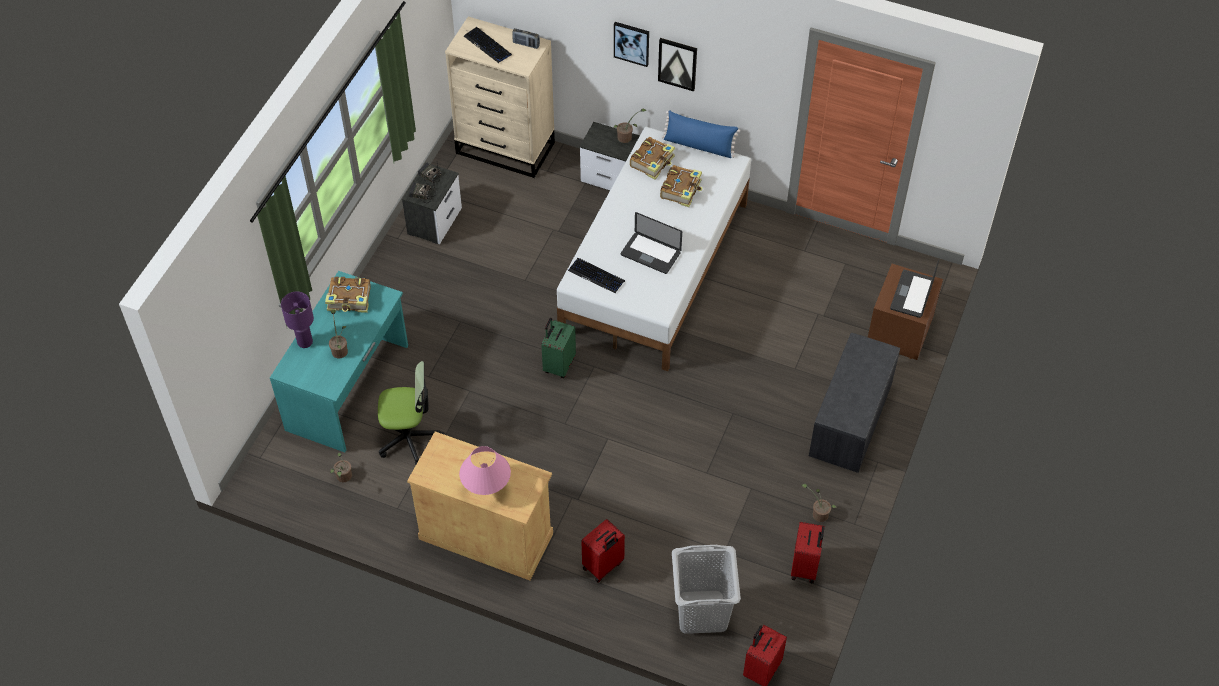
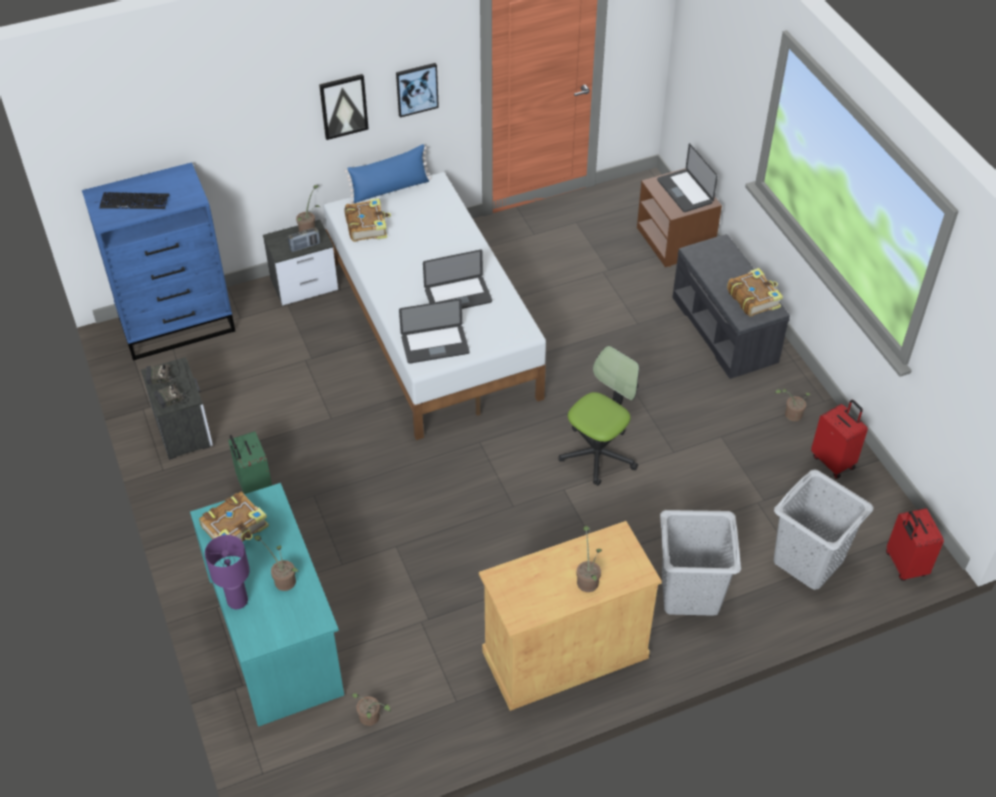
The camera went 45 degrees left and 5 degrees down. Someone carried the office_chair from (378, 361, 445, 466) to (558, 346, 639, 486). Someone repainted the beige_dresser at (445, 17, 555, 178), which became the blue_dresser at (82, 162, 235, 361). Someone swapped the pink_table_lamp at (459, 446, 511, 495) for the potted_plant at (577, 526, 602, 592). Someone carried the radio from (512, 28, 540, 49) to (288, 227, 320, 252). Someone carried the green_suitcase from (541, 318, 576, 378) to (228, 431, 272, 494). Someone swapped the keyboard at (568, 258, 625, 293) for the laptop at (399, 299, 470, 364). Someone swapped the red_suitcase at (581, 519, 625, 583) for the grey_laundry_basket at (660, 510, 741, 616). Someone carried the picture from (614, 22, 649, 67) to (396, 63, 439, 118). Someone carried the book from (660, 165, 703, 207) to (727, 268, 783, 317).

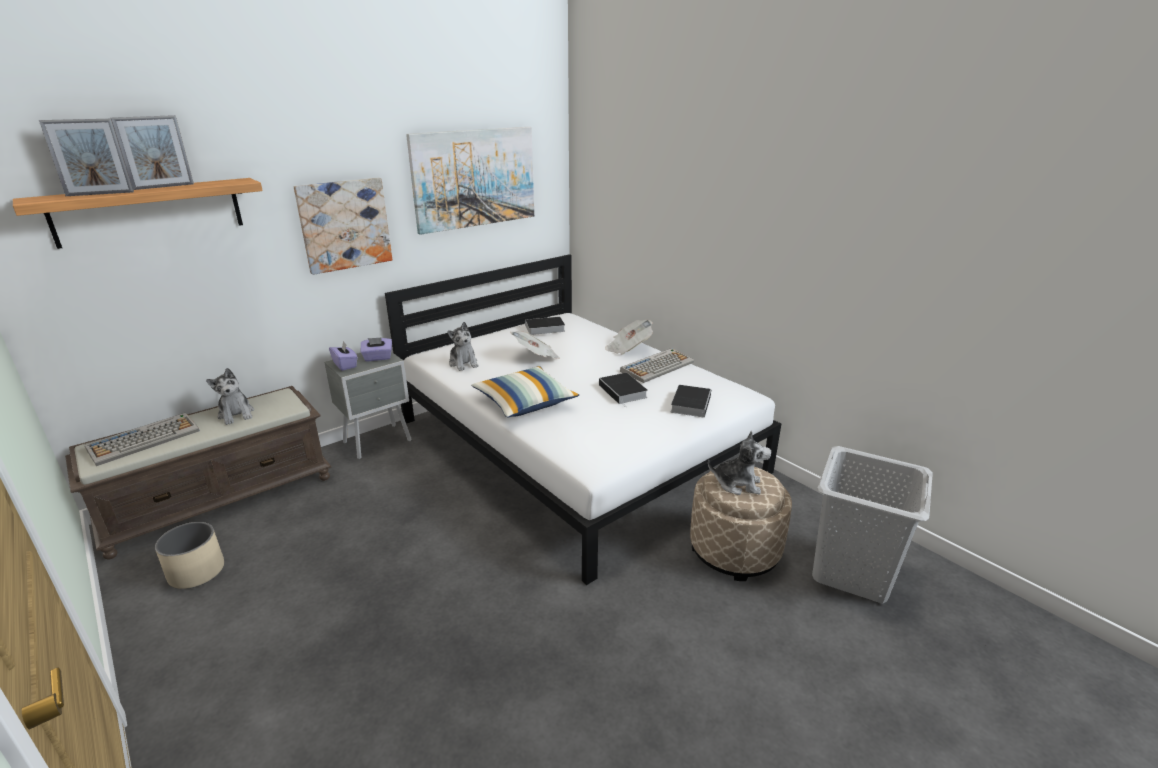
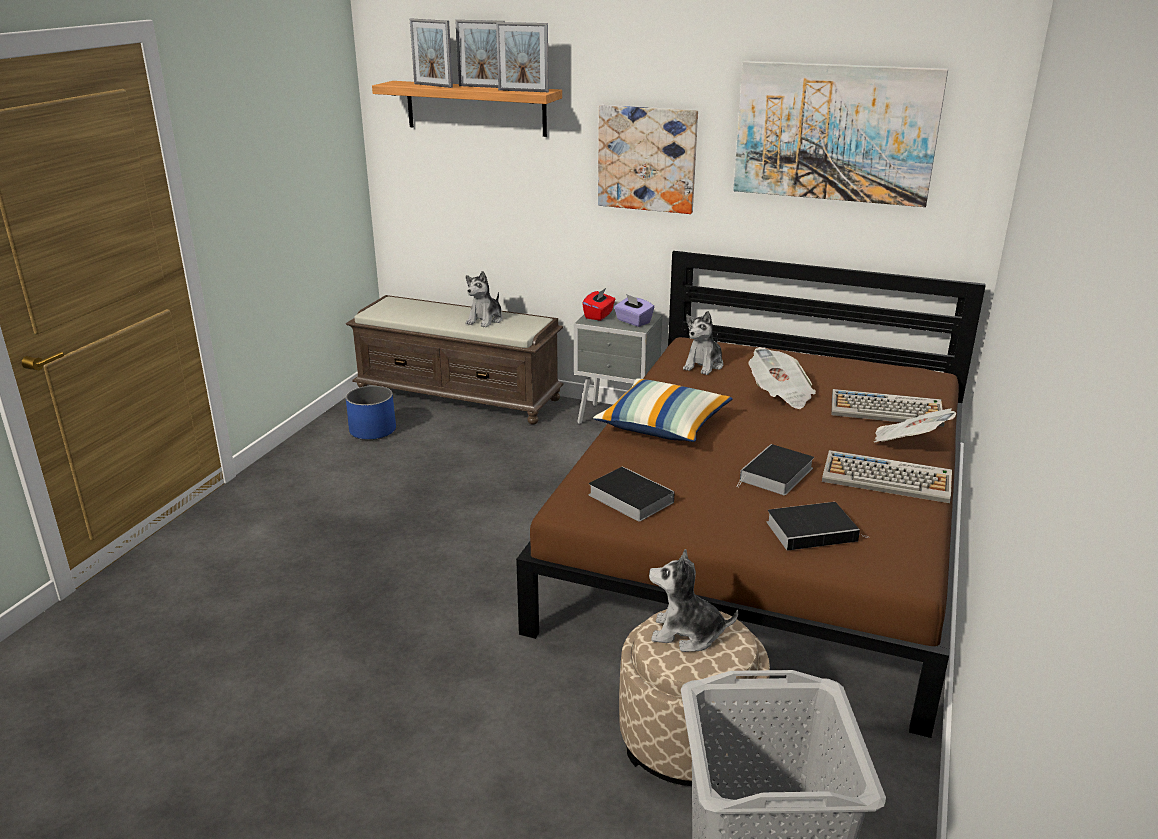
The camera went 60 degrees right and 0 degrees up. Someone carried the keyboard from (85, 413, 200, 466) to (831, 389, 945, 427). Someone repainted the beige_planter at (155, 522, 224, 589), which became the blue_planter at (346, 386, 396, 440). Someone repainted the purple_tissue_box at (329, 341, 358, 371), which became the red_tissue_box at (582, 288, 615, 321). Someone repainted the white_bed at (385, 254, 781, 585), which became the brown_bed at (516, 251, 986, 738). Someone carried the book from (519, 317, 565, 335) to (589, 466, 675, 522). Someone rotated the plush_toy at (708, 431, 772, 495) by 120 degrees clockwise. Someone put down the picture_frame at (496, 22, 549, 92).

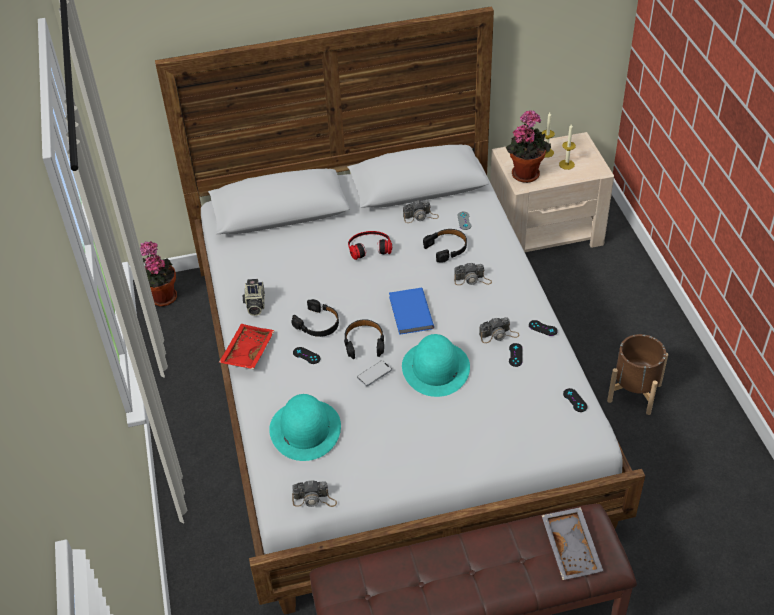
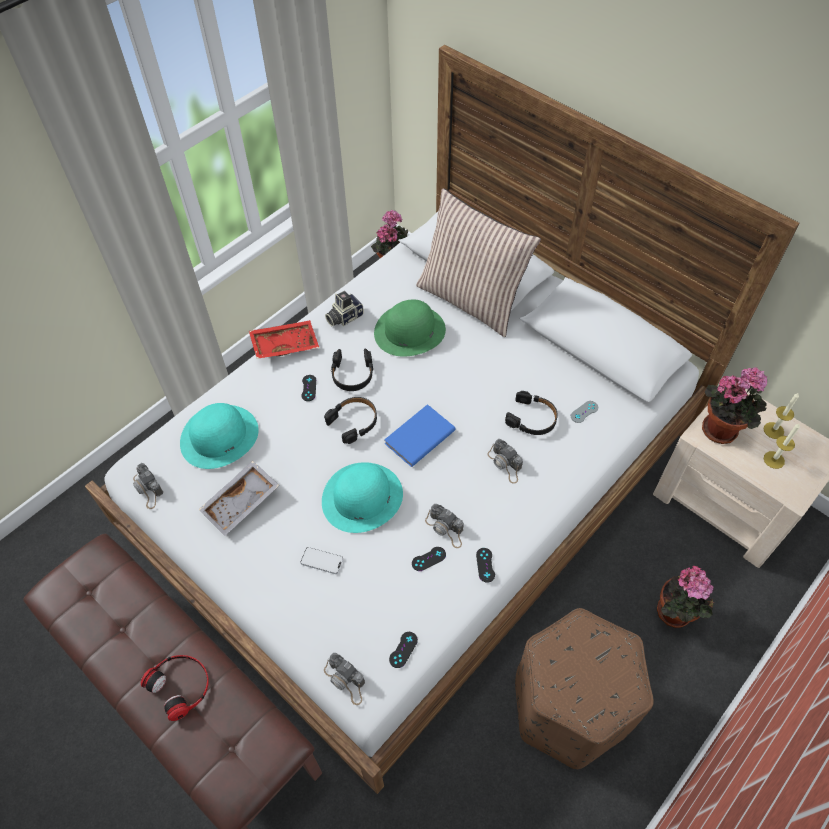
The camera went 55 degrees right and 10 degrees up. Someone carried the headphones from (348, 231, 392, 260) to (141, 655, 209, 721). Someone carried the phone from (357, 360, 392, 386) to (300, 547, 343, 574). Someone carried the photo_camera from (403, 201, 439, 223) to (324, 653, 365, 705). Someone carried the grey_tray from (541, 507, 603, 580) to (199, 461, 279, 536). Someone swapped the brown_planter at (607, 334, 668, 415) for the brown_ottoman at (515, 608, 654, 770). Someone put down the green_hat at (374, 300, 446, 357). Someone put down the pillow at (416, 188, 541, 337). Someone put down the potted_plant at (657, 566, 714, 628).

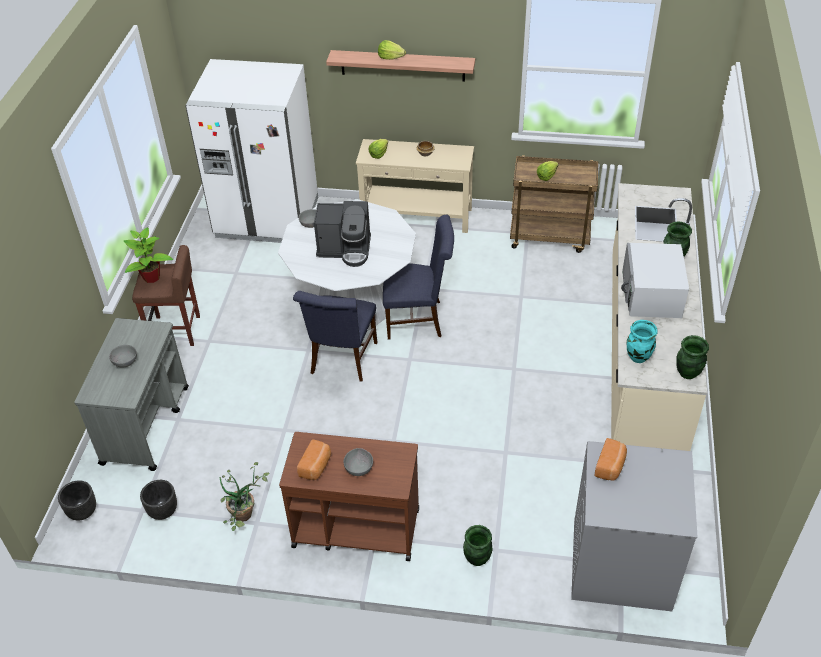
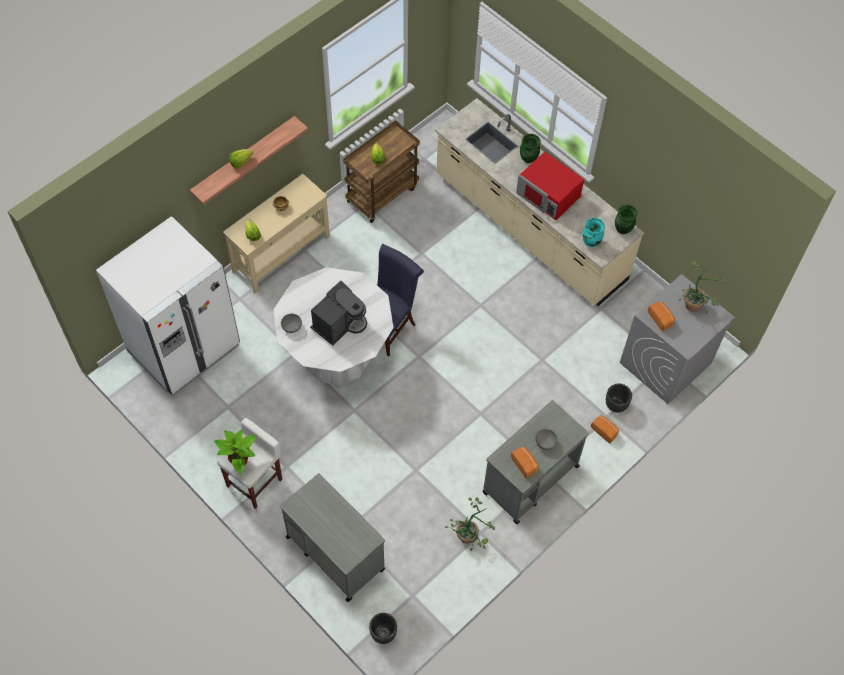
The camera went 55 degrees left and 15 degrees up. Someone took away the grey_bowl at (109, 345, 137, 367). Someone repainted the brown_stool at (132, 245, 200, 346), which became the white_stool at (217, 418, 282, 509). Someone carried the black_planter from (140, 480, 177, 520) to (606, 384, 632, 413). Someone repainted the brown_cart at (279, 432, 419, 561), which became the grey_cart at (483, 400, 589, 524). Someone took away the blue_chair at (293, 291, 377, 381). Someone swapped the green_vase at (463, 525, 493, 566) for the bread at (591, 415, 619, 443). Someone repainted the white_microwave at (621, 243, 689, 318), which became the red_microwave at (516, 152, 584, 220). Someone put down the potted_plant at (679, 261, 727, 314).

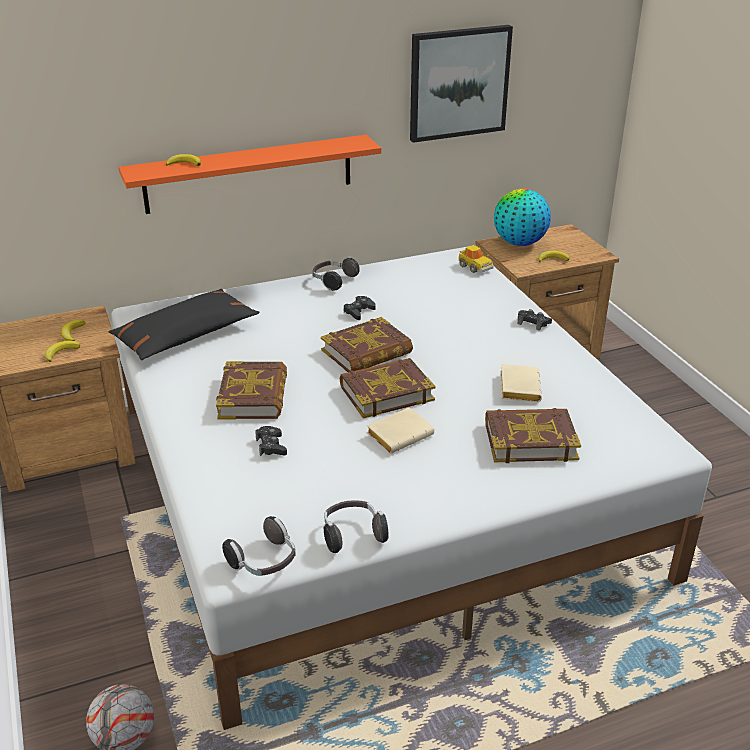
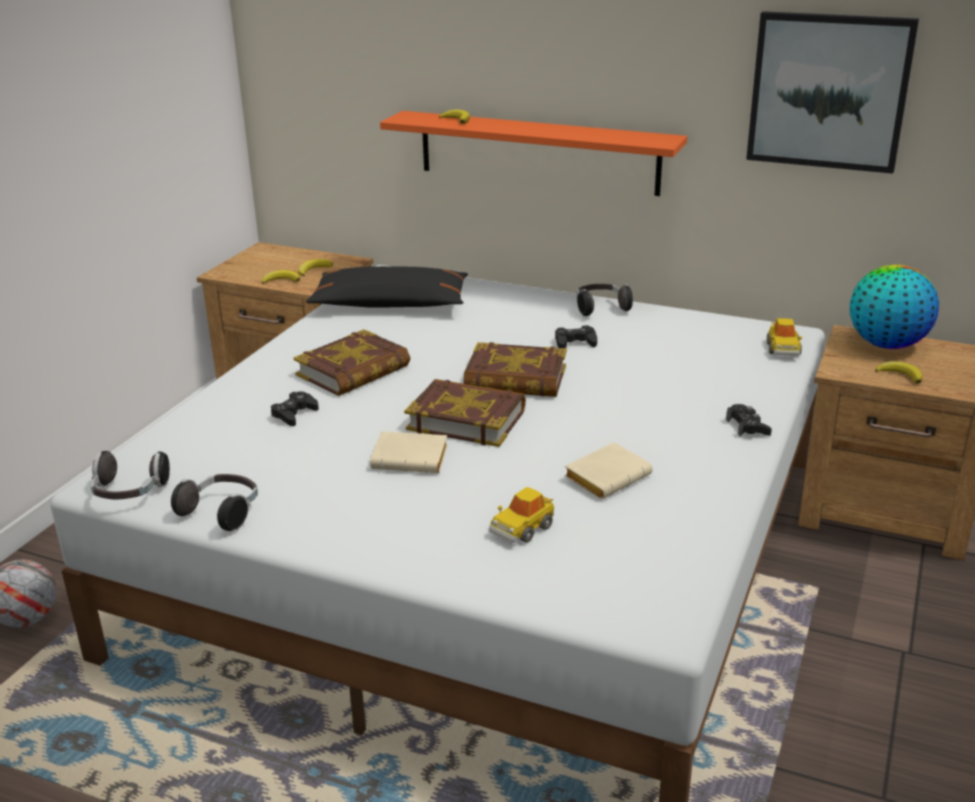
The camera went 45 degrees right and 5 degrees down. Someone swapped the book at (485, 408, 581, 463) for the toy_car at (489, 487, 554, 543).

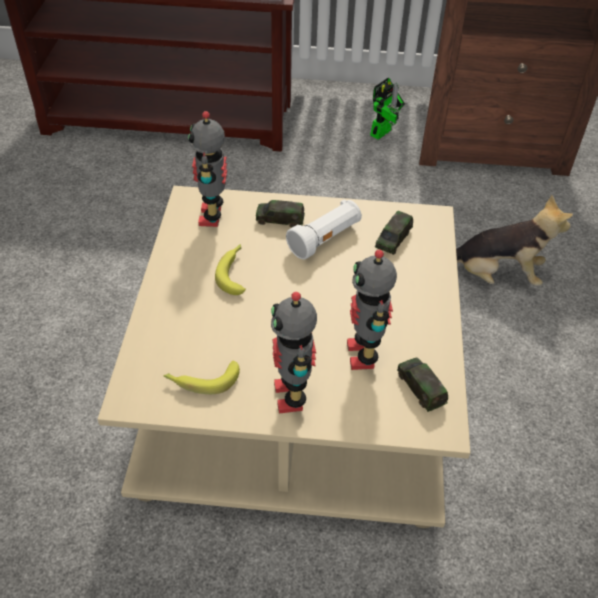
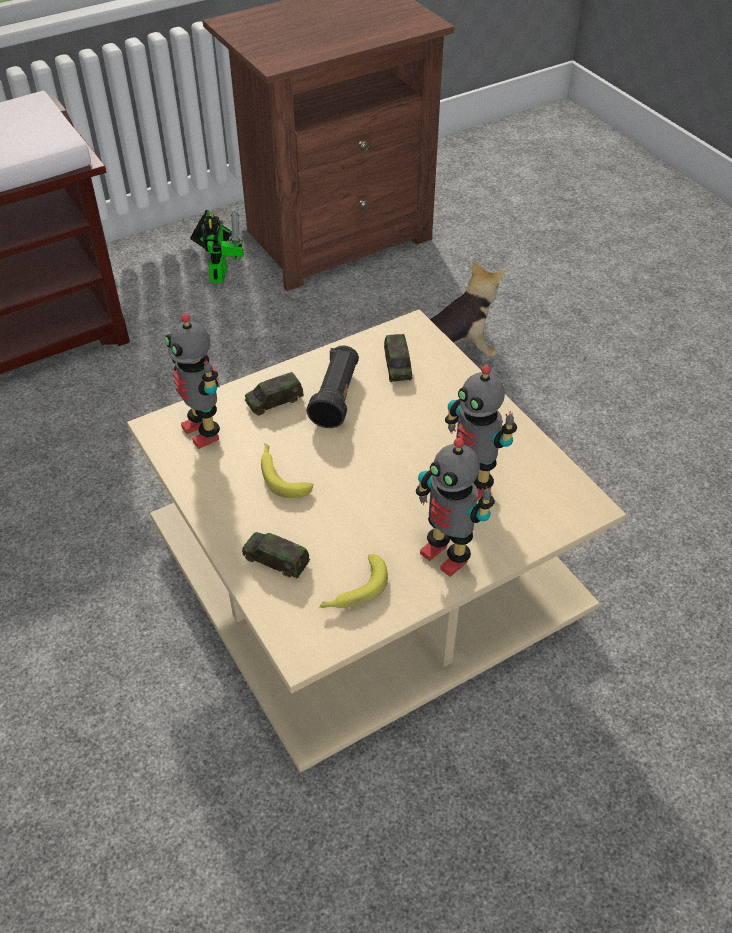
The camera went 35 degrees left and 0 degrees up. Someone repainted the white_flashlight at (286, 199, 362, 260), which became the black_flashlight at (307, 345, 359, 428). Someone carried the toy_car from (397, 358, 448, 412) to (242, 532, 310, 579).

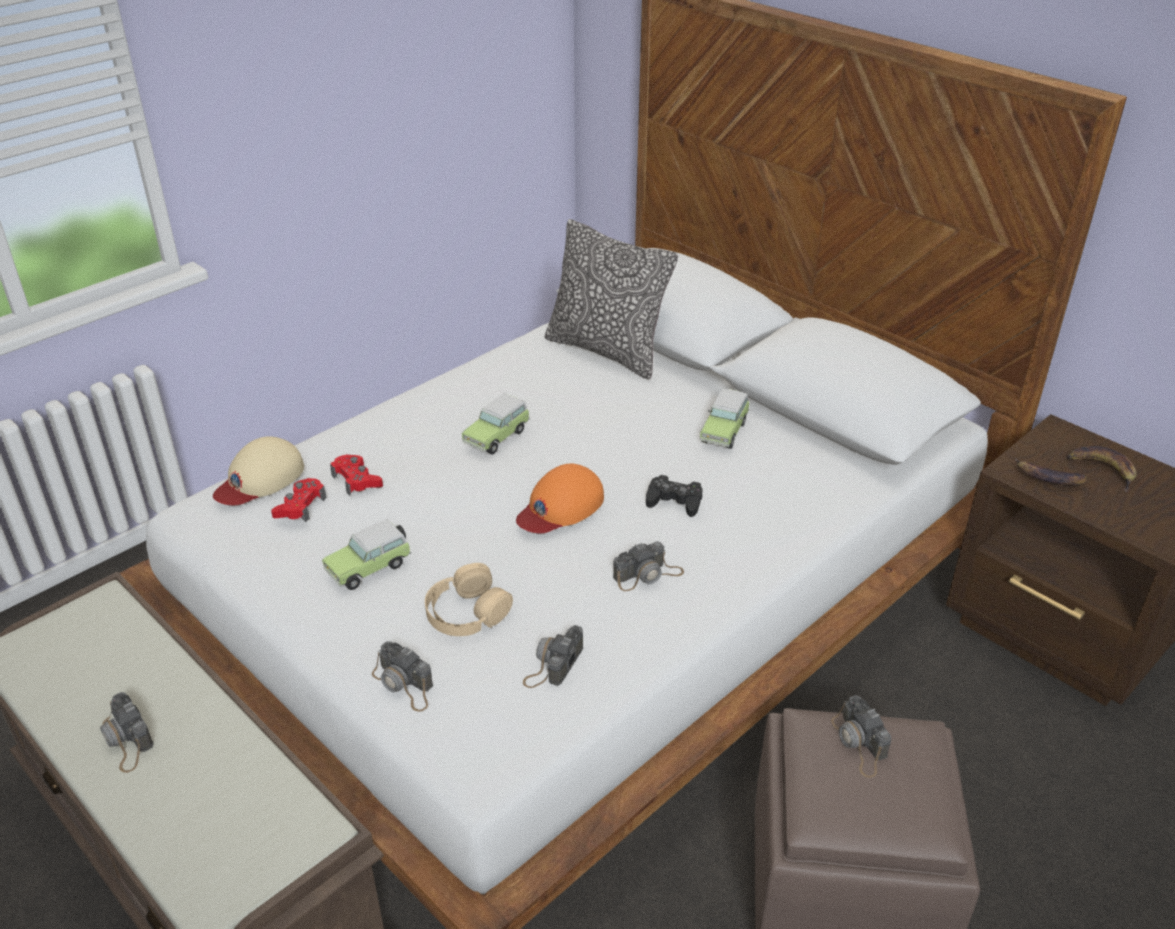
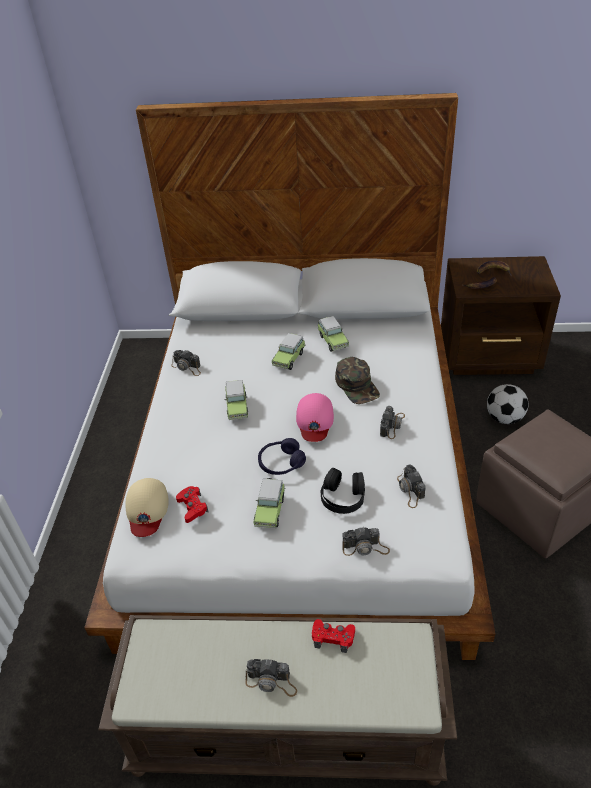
The camera went 40 degrees left and 5 degrees up. Someone carried the red_game_controller from (330, 454, 383, 496) to (312, 619, 355, 653). Someone repainted the beige_headphones at (425, 563, 513, 636), which became the black_headphones at (321, 468, 365, 514). Someone repainted the orange_cap at (516, 463, 604, 533), which became the pink_cap at (296, 393, 334, 442). Someone took away the pillow at (545, 219, 678, 379). Someone swapped the black_game_controller at (646, 475, 703, 517) for the green_cap at (335, 357, 380, 404). Someone carried the photo_camera from (831, 695, 891, 778) to (171, 350, 201, 376). Someone put down the purple_headphones at (258, 438, 306, 475). Someone put down the toy_car at (272, 333, 305, 370). Someone put down the football at (487, 384, 528, 424).

